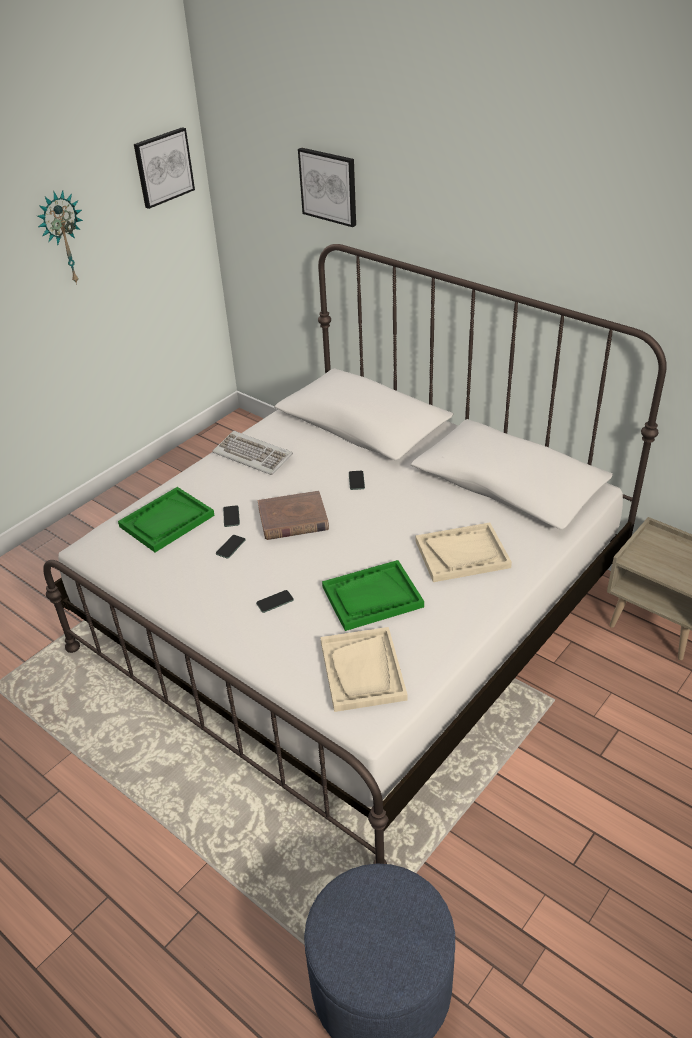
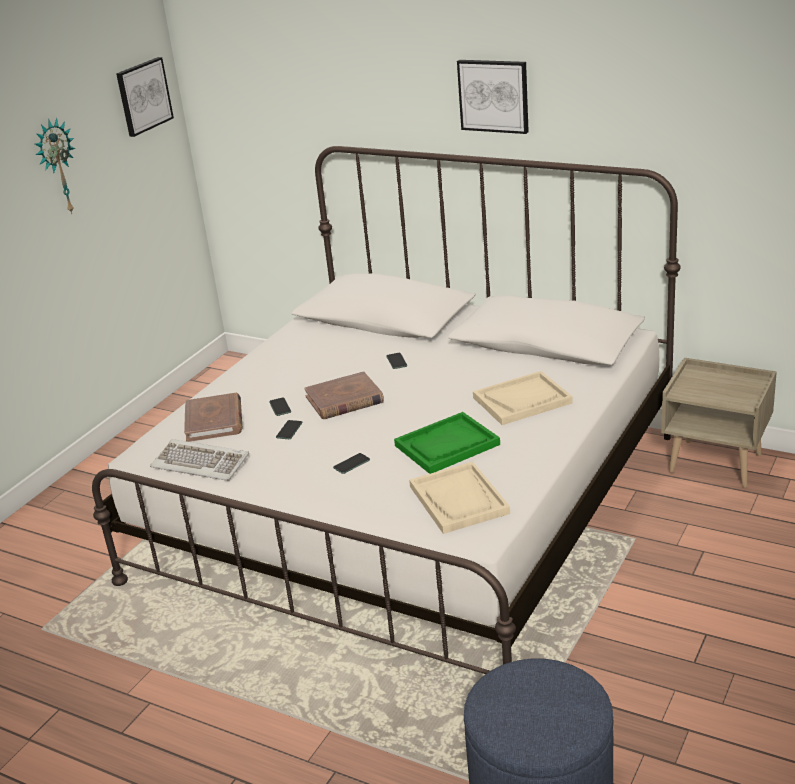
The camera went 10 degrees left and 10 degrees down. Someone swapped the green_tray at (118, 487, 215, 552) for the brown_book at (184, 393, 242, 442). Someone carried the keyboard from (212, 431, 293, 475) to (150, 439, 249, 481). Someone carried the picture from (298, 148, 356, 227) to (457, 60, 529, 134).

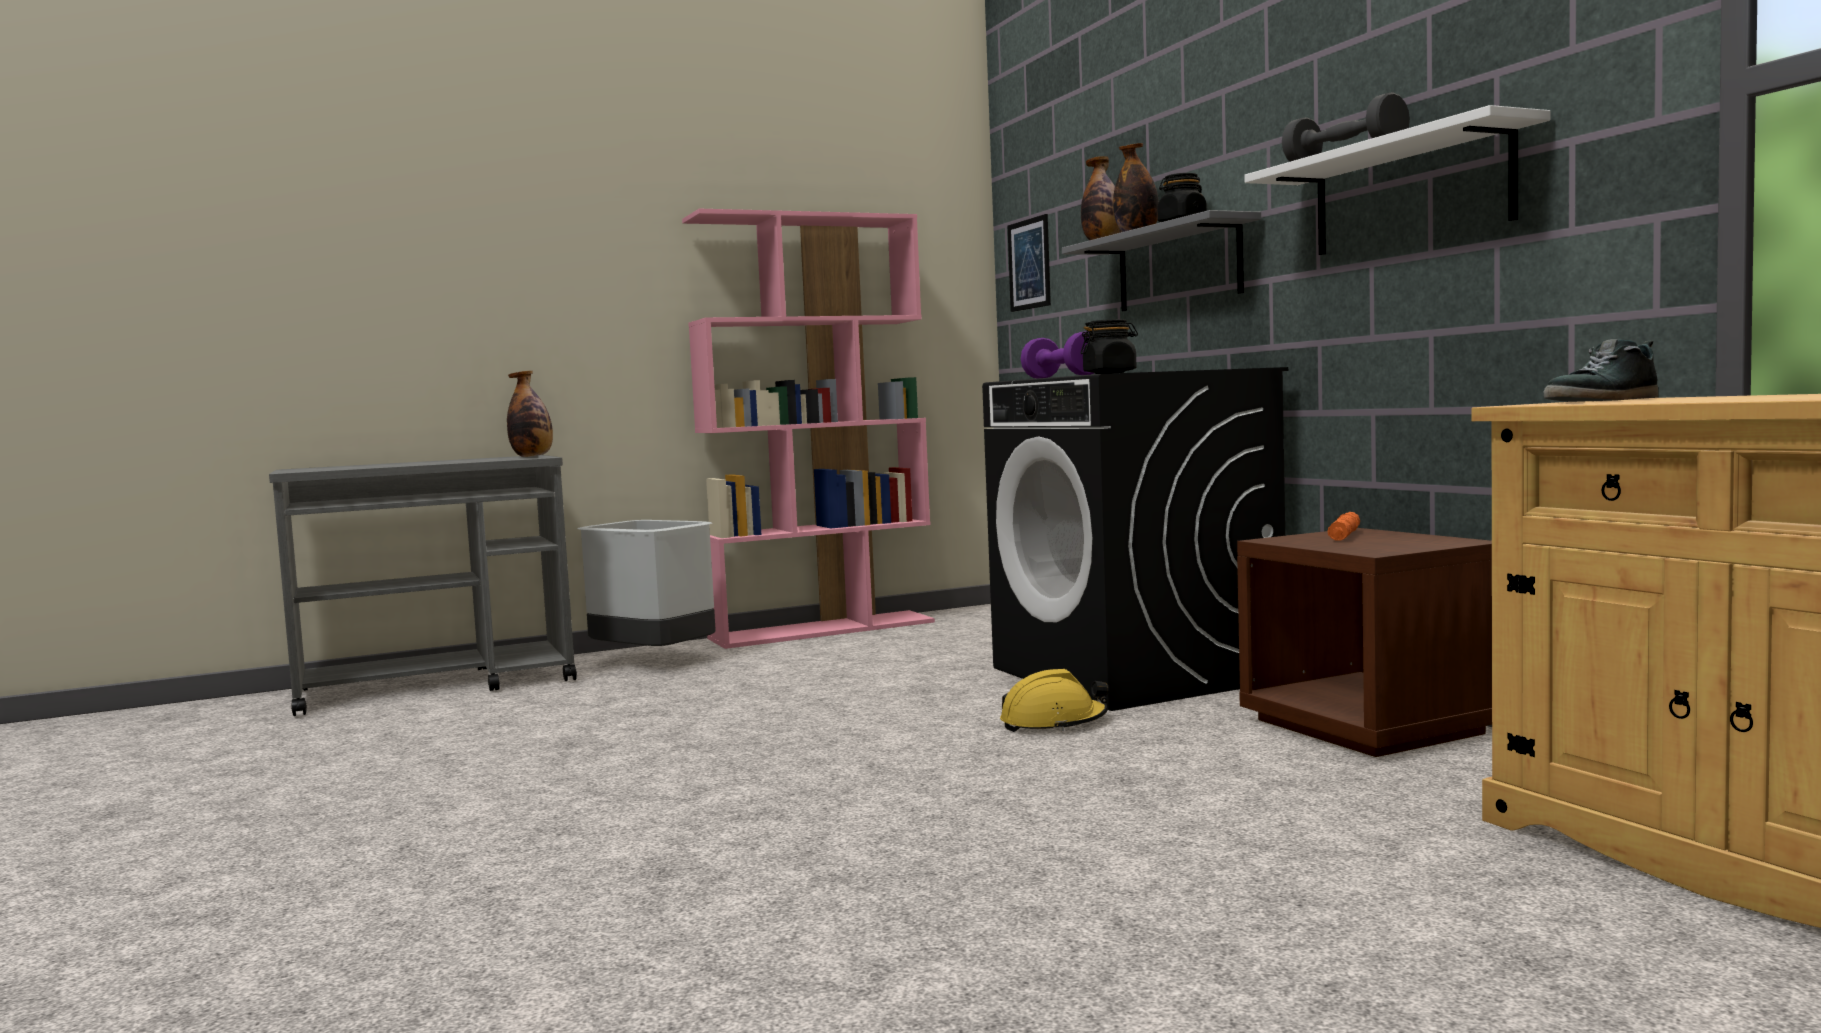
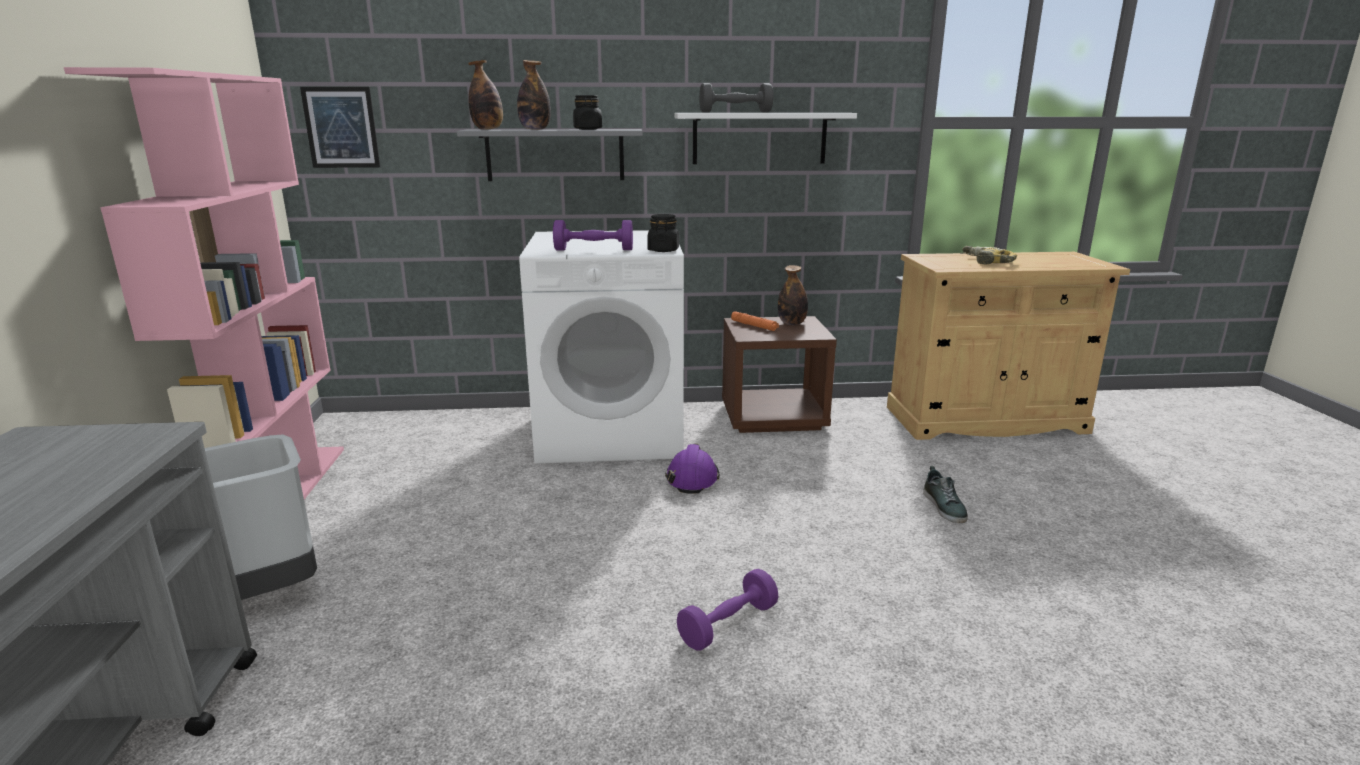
The camera went 70 degrees left and 15 degrees up. Someone carried the bottle from (507, 371, 553, 457) to (778, 265, 808, 325). Someone repainted the black_washing_machine at (982, 367, 1288, 711), which became the white_washing_machine at (519, 230, 684, 464). Someone repainted the yellow_hard_hat at (1000, 669, 1109, 732), which became the purple_hard_hat at (665, 443, 720, 494). Someone carried the shoe from (1543, 339, 1658, 402) to (923, 466, 968, 523). Someone put down the purple_dumbbell at (677, 569, 779, 651). Someone put down the power_drill at (960, 246, 1017, 265).

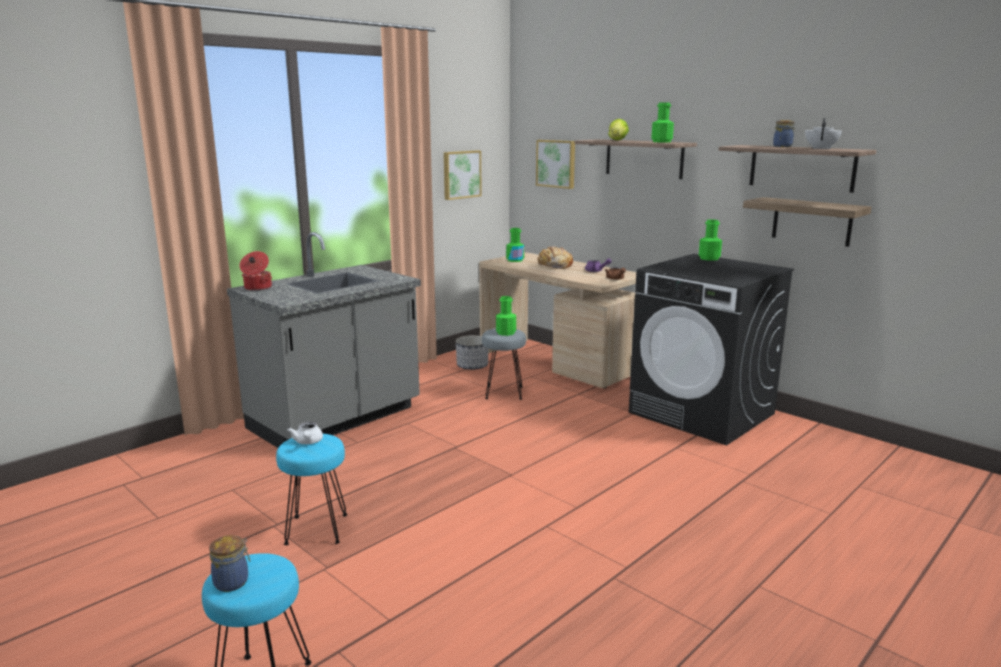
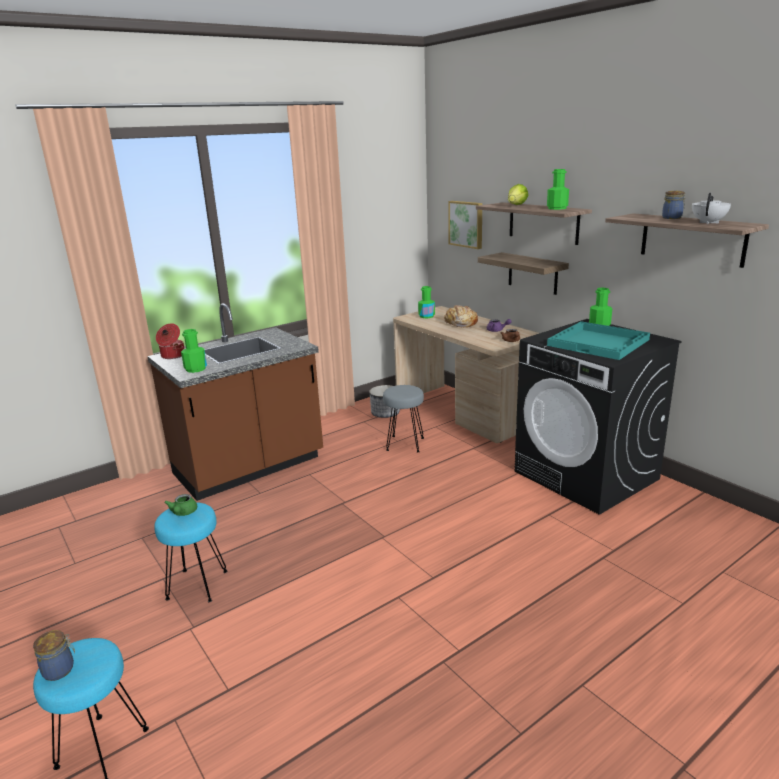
The camera went 10 degrees right and 5 degrees up. Someone repainted the grey_counter at (227, 232, 421, 448), which became the brown_counter at (147, 303, 323, 501). Someone repainted the white_teapot at (287, 422, 323, 444), which became the green_teapot at (164, 494, 197, 516). Someone took away the picture at (444, 151, 482, 200). Someone carried the green_bottle from (496, 296, 516, 336) to (181, 329, 207, 373). Someone carried the shelf from (743, 197, 872, 247) to (478, 252, 569, 295). Someone put down the turquoise_tray at (547, 321, 650, 360).

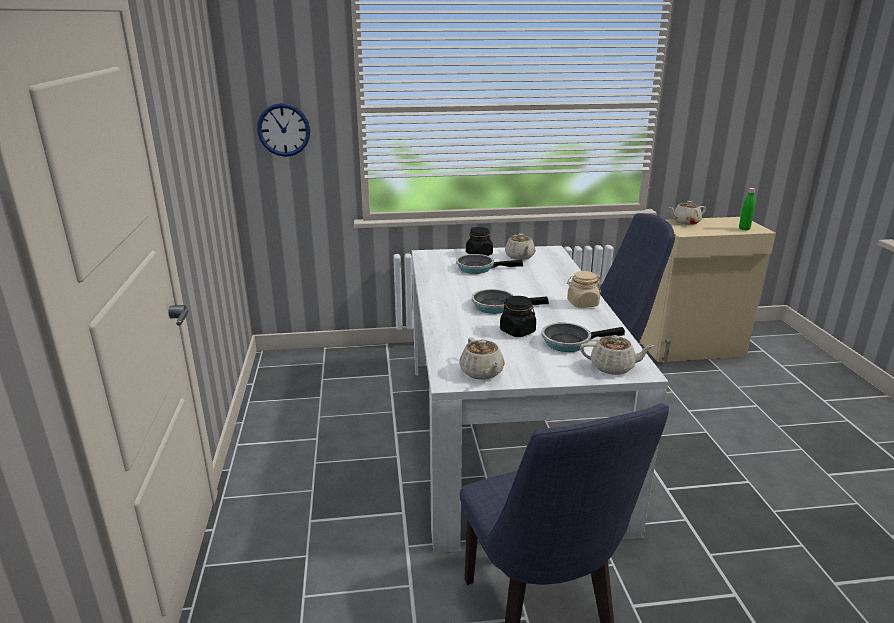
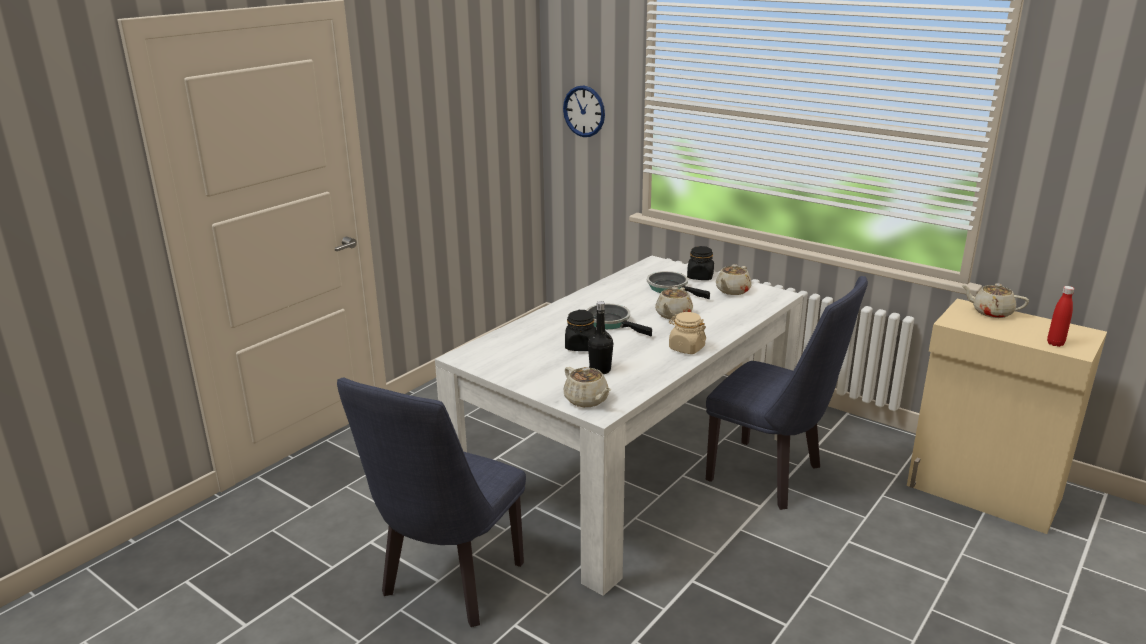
The camera went 45 degrees right and 0 degrees up. Someone carried the beige_teapot from (459, 338, 505, 380) to (655, 287, 693, 320). Someone swapped the frying_pan at (541, 322, 625, 352) for the black_bottle at (588, 301, 613, 374). Someone repainted the green_bottle at (739, 188, 756, 230), which became the red_bottle at (1047, 286, 1074, 347).

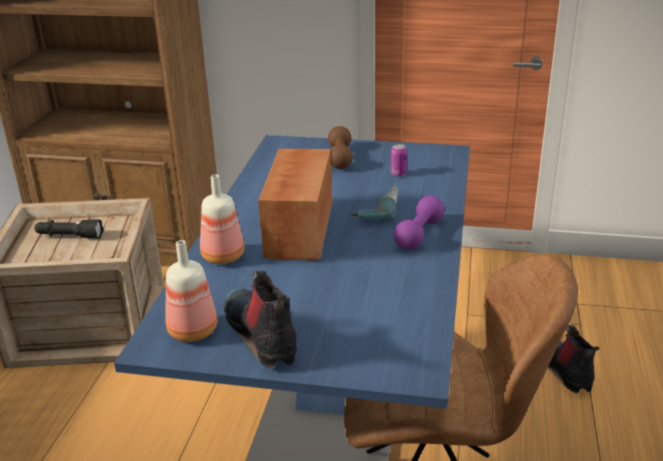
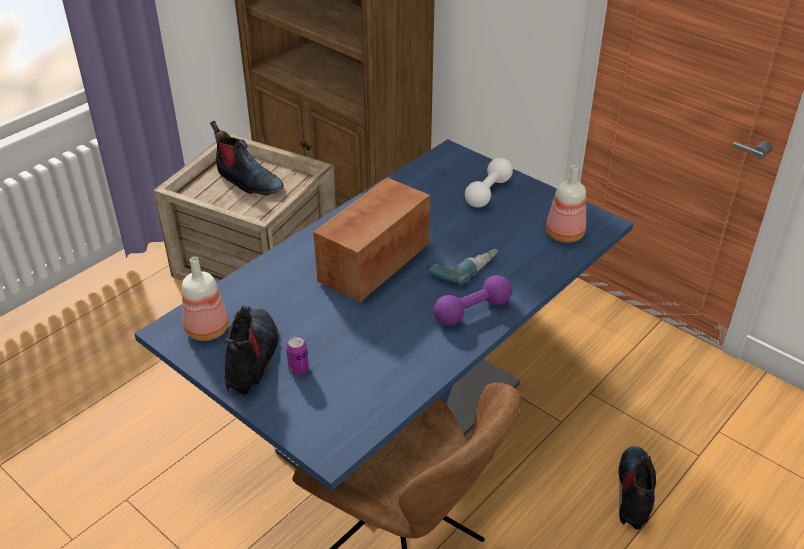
The camera went 30 degrees right and 10 degrees up. Someone swapped the black_flashlight at (35, 219, 103, 239) for the boot at (210, 121, 284, 196). Someone carried the bottle from (200, 174, 244, 264) to (546, 165, 586, 243). Someone repainted the brown_dumbbell at (328, 126, 353, 169), which became the white_dumbbell at (465, 158, 513, 207). Someone carried the can from (391, 144, 407, 177) to (286, 336, 309, 375).

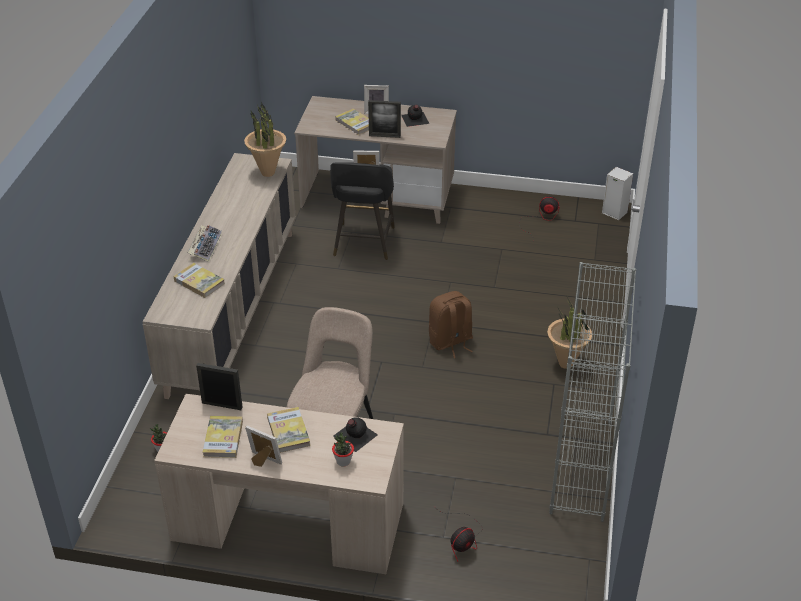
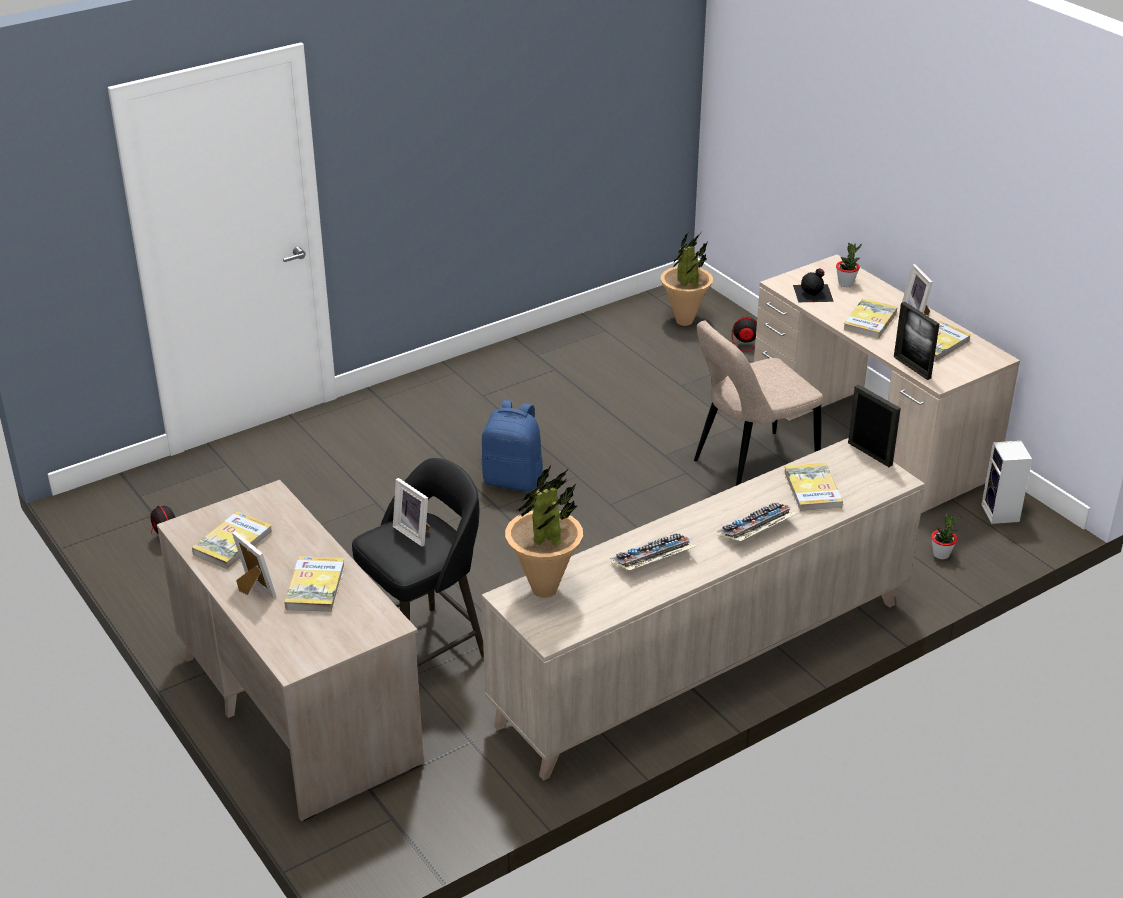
The camera went 135 degrees left and 5 degrees down. Someone carried the picture_frame from (368, 100, 401, 138) to (848, 384, 901, 467). Someone swapped the black_bottle at (401, 105, 429, 127) for the book at (192, 511, 273, 569). Someone repainted the brown_backpack at (429, 291, 473, 358), which became the blue_backpack at (481, 400, 543, 491). Someone carried the potted_plant from (547, 295, 592, 369) to (660, 231, 713, 326). Someone took away the grey_bookcase at (549, 262, 636, 522). Someone carried the speaker from (602, 167, 633, 221) to (981, 441, 1032, 524). Someone put down the keyboard at (610, 533, 696, 570).

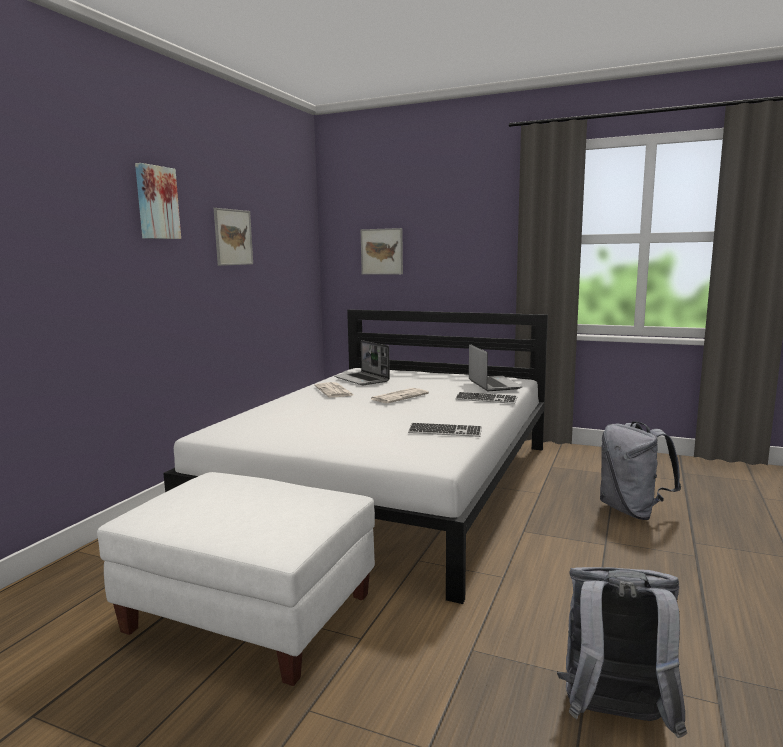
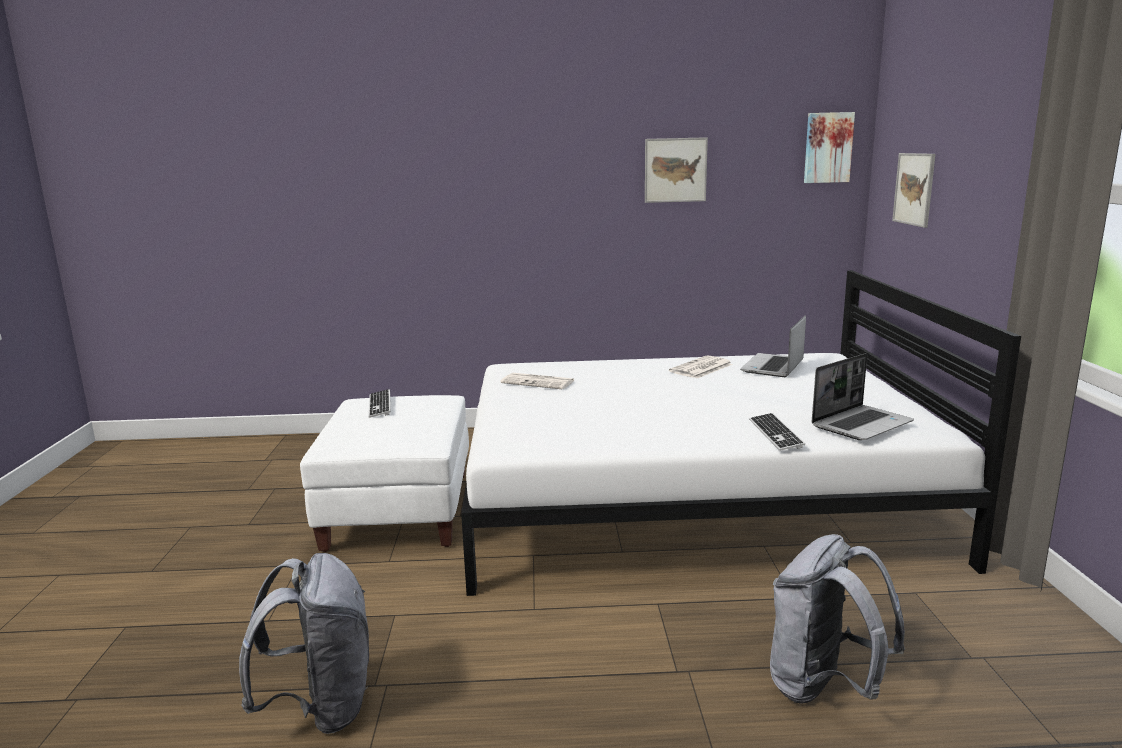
The camera went 65 degrees right and 5 degrees up. Someone carried the picture from (135, 163, 181, 239) to (804, 112, 855, 183). Someone carried the newspaper from (371, 388, 429, 403) to (500, 373, 574, 389). Someone carried the keyboard from (408, 423, 482, 437) to (368, 389, 391, 418).

